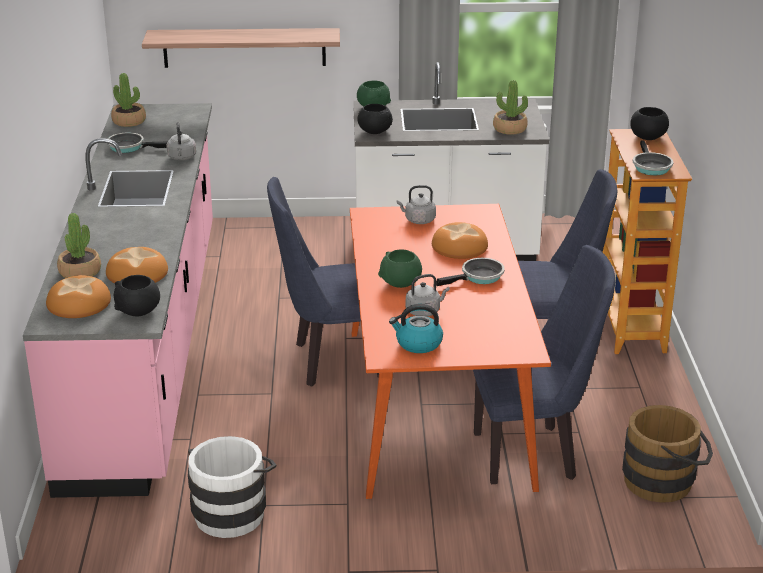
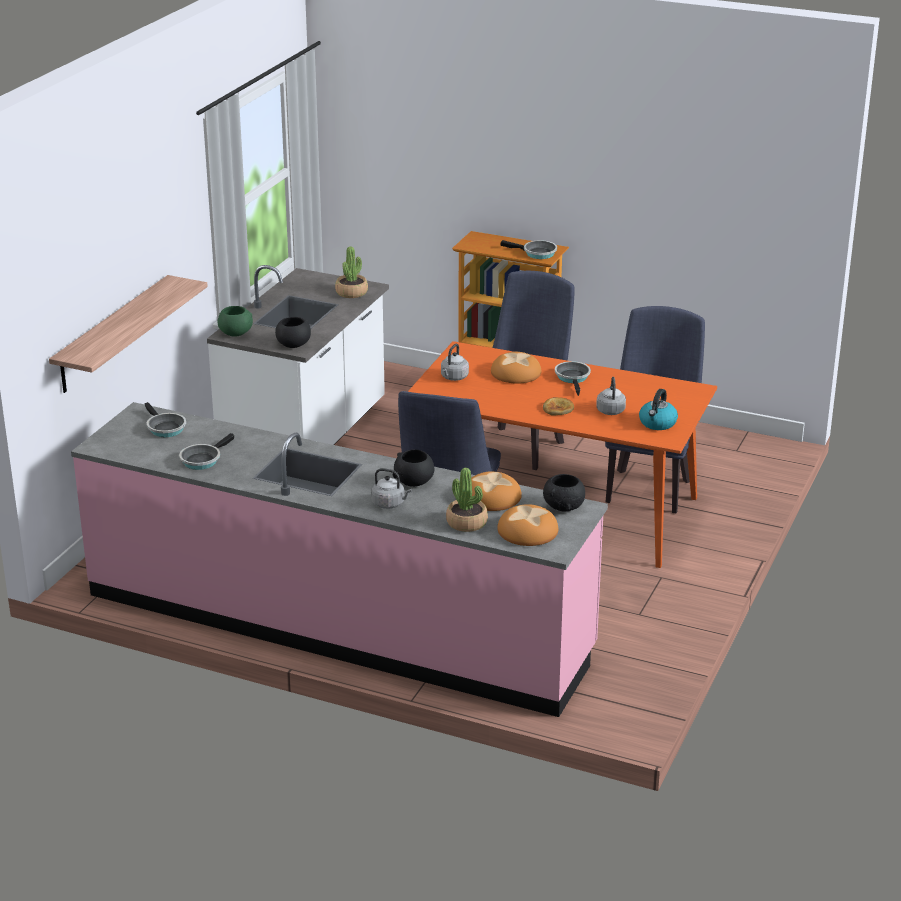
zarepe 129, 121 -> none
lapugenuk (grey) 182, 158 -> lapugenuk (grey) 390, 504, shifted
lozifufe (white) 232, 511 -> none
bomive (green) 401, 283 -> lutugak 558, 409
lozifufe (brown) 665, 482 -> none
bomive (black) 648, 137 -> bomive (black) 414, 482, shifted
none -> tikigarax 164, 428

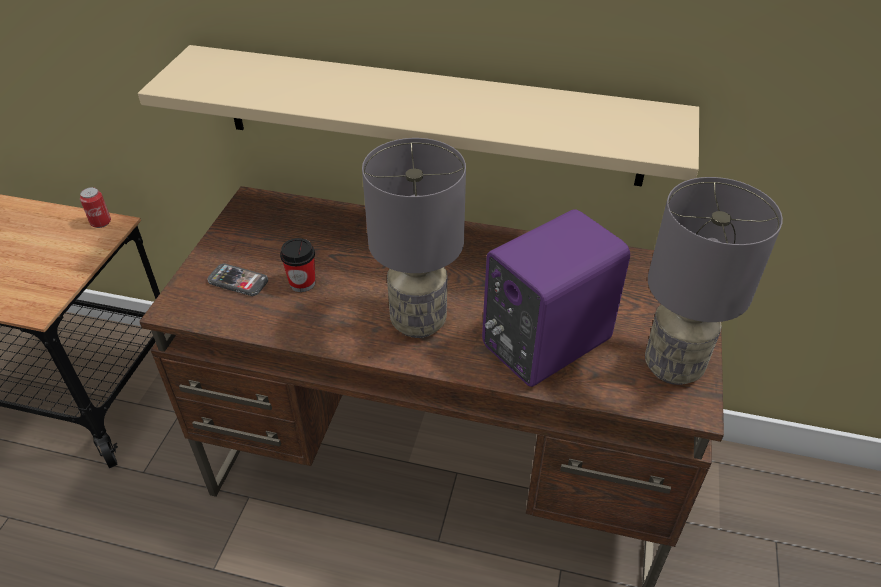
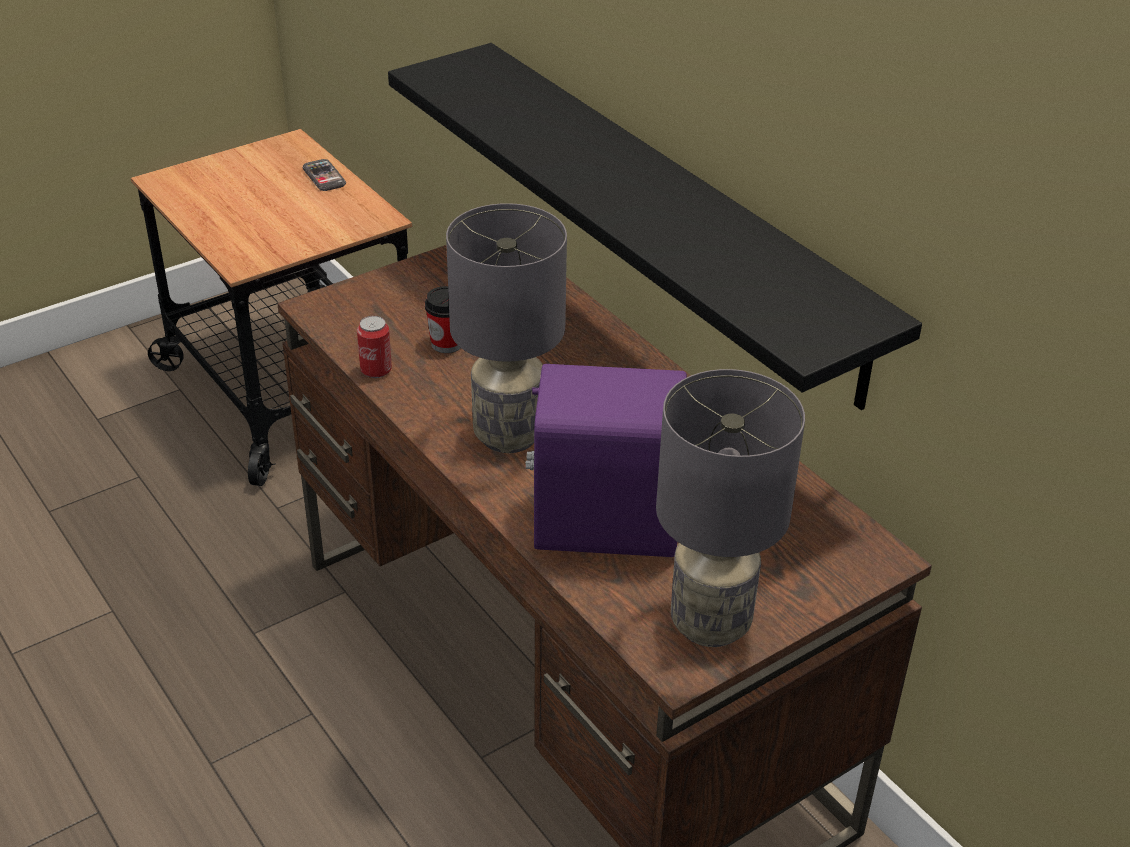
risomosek 101, 222 -> risomosek 376, 370, shifted
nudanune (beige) 429, 115 -> nudanune (black) 672, 215
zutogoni 238, 281 -> zutogoni 324, 177, shifted

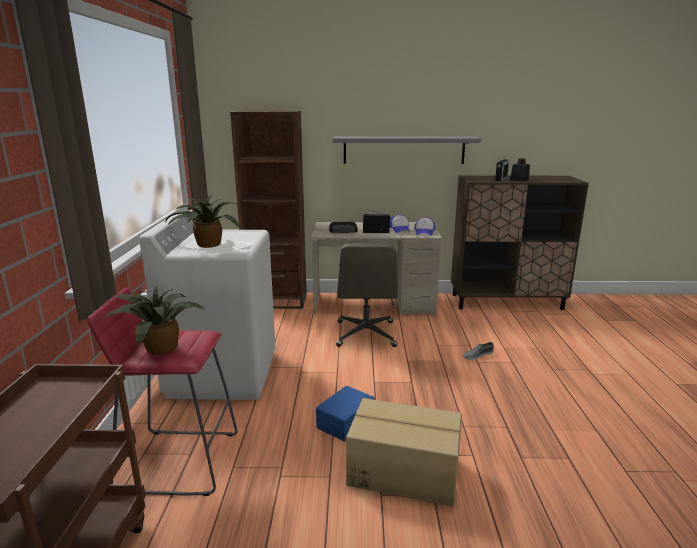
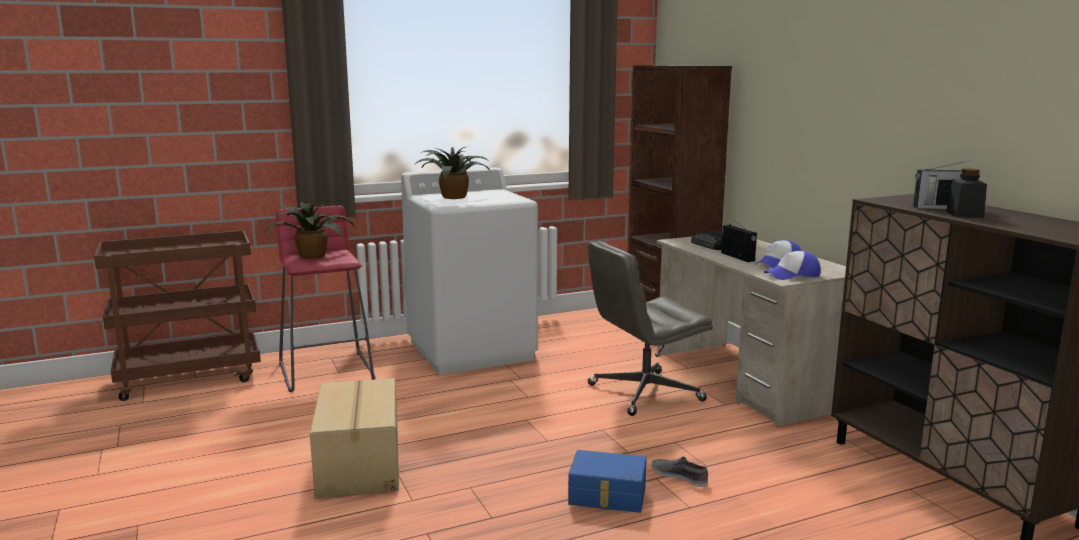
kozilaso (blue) 347, 422 -> kozilaso (blue) 607, 496, shifted
nudanune (grey) 404, 150 -> none

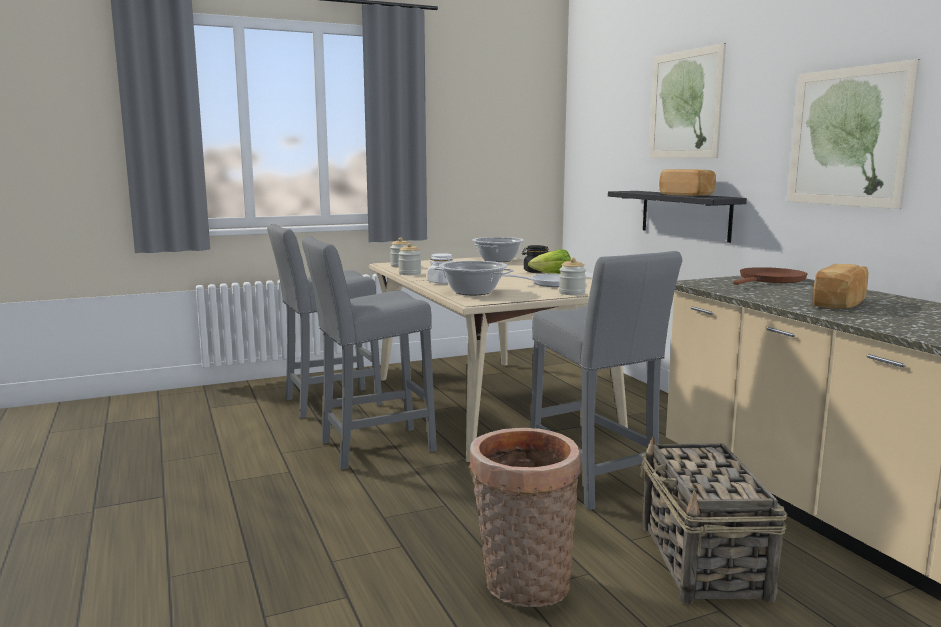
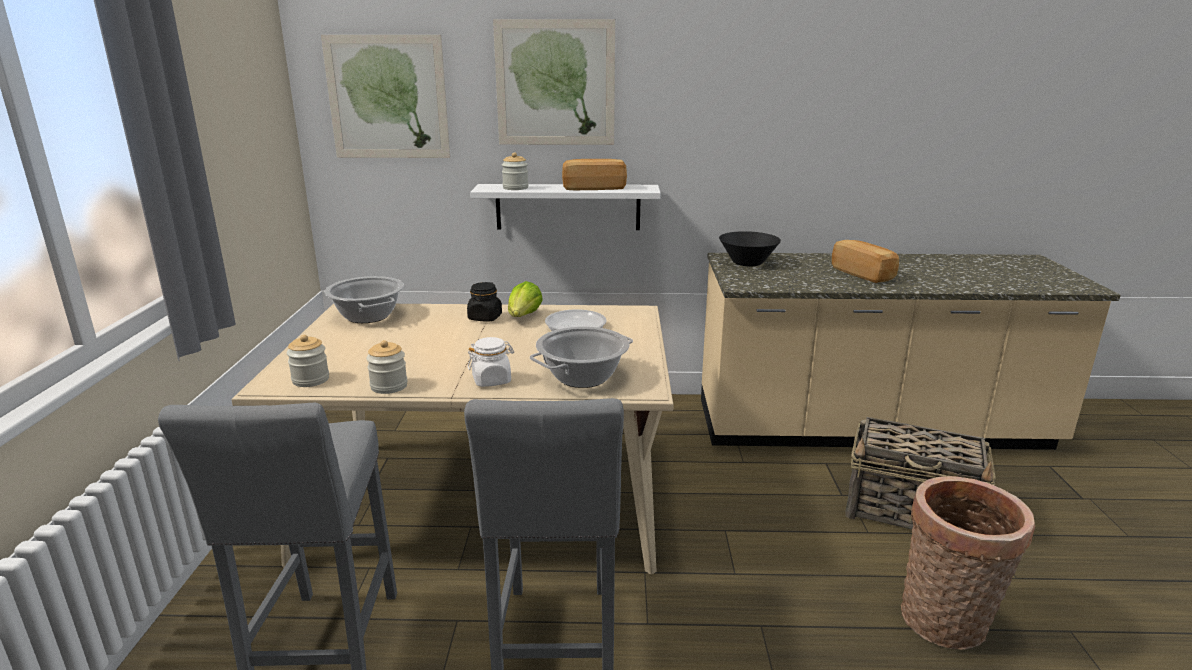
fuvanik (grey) 594, 482 -> none
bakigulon 572, 293 -> bakigulon 515, 188, shifted
nudanune (black) 685, 215 -> nudanune (white) 568, 207
tikigarax (brown) 770, 280 -> bomive (black) 747, 263
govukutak 848, 137 -> govukutak 387, 97, shifted

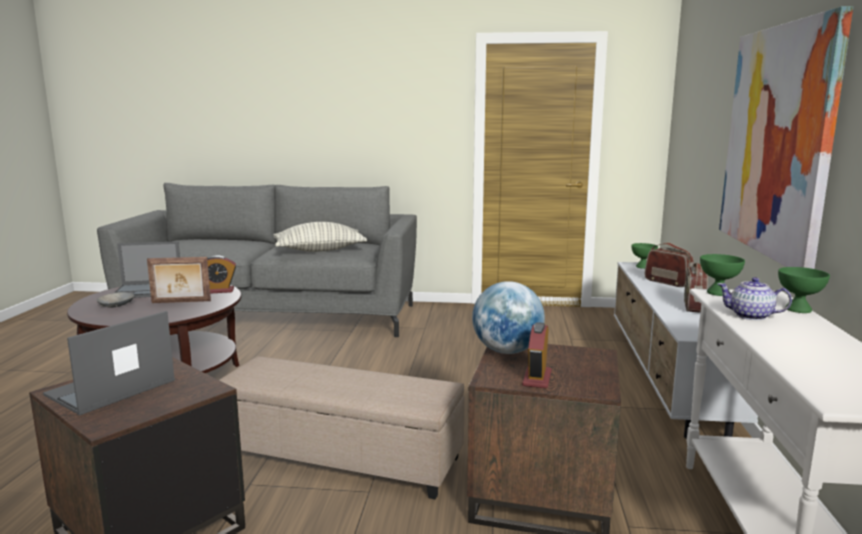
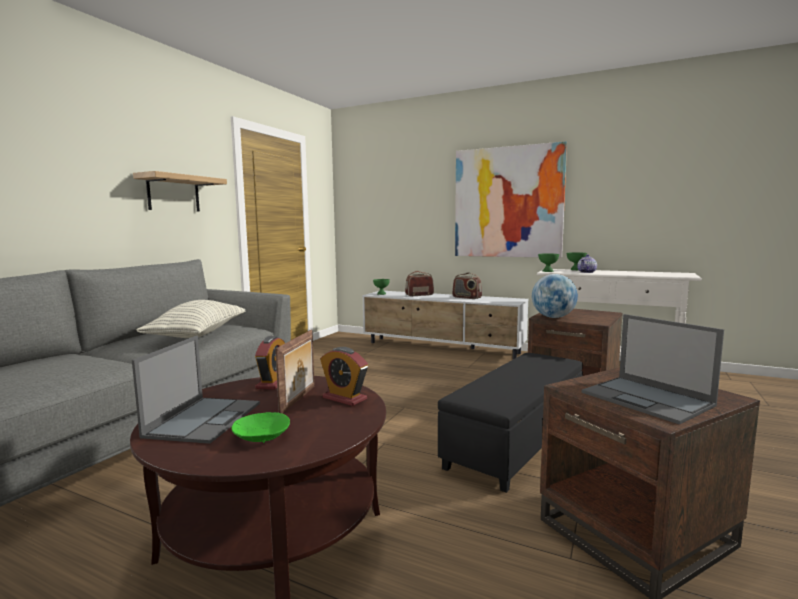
bomive (grey) 116, 305 -> bomive (green) 261, 437
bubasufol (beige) 340, 458 -> bubasufol (black) 518, 441
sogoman 537, 378 -> sogoman 344, 398, shifted
none -> nudanune 173, 193

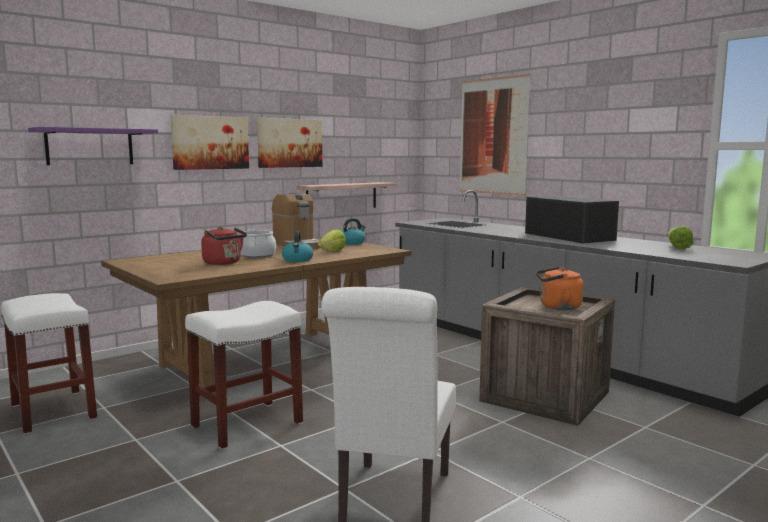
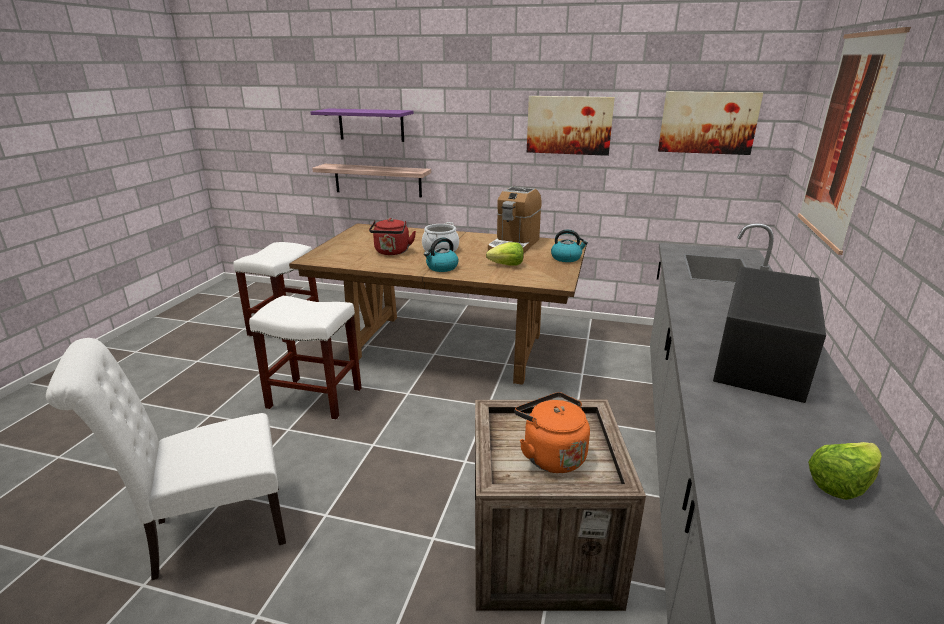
govukutak 210, 142 -> govukutak 707, 122, shifted
nudanune 342, 196 -> nudanune 377, 180, shifted

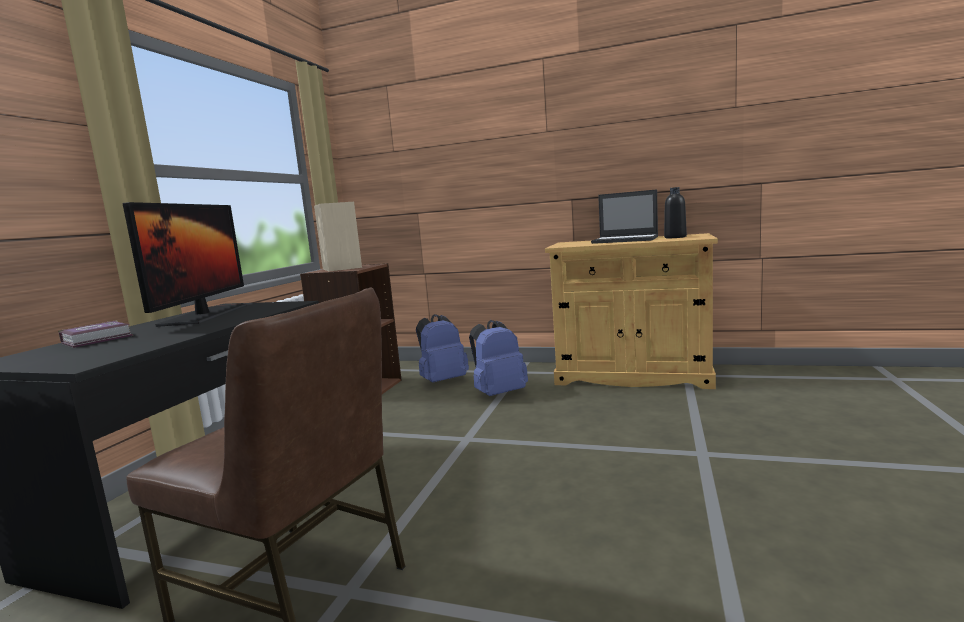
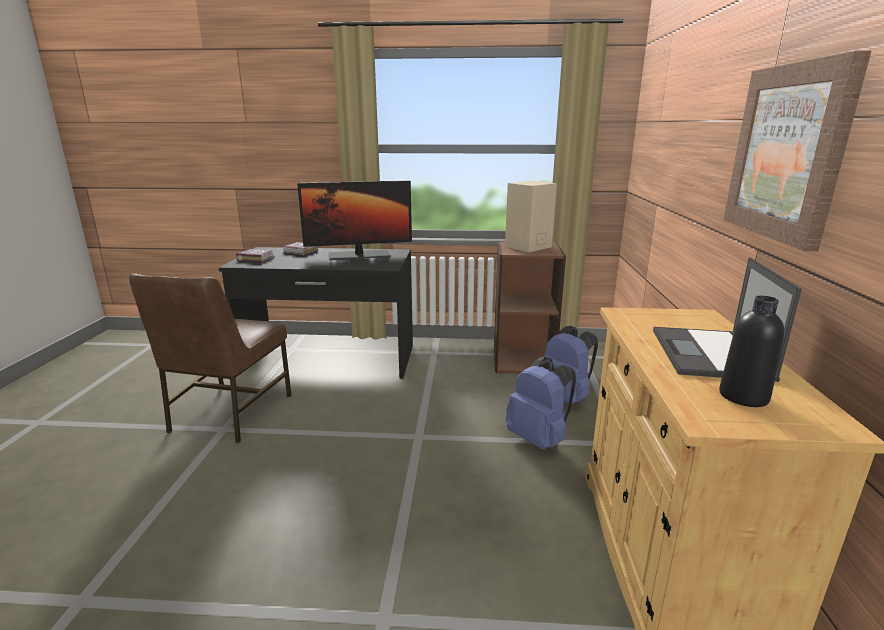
none -> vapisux 255, 258
none -> govukutak 788, 152

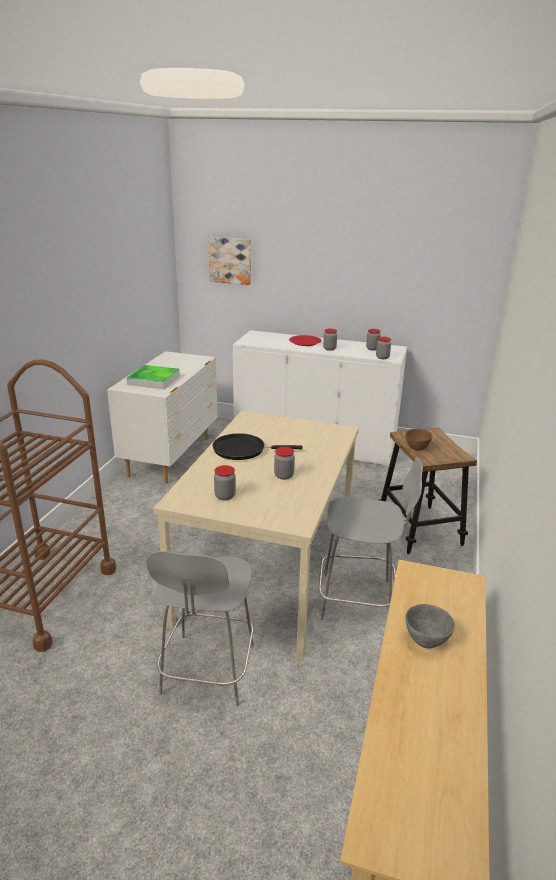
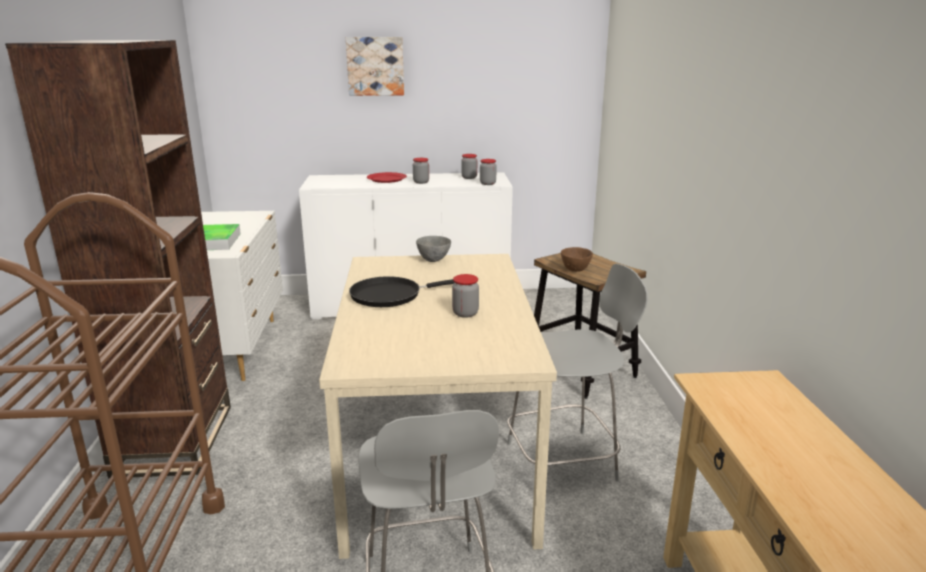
govukutak 230, 260 -> govukutak 375, 66, shifted
bakigulon 225, 496 -> none
bomive (grey) 426, 640 -> bomive (grey) 433, 260, shifted
none -> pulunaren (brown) 175, 439

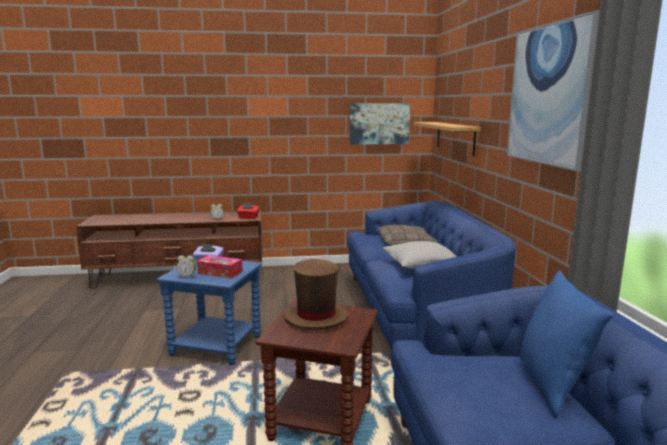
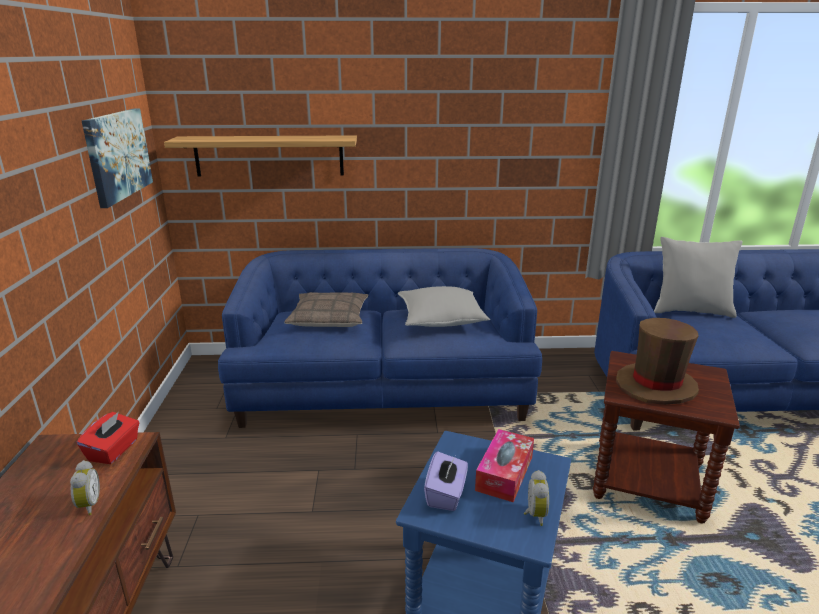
govukutak 549, 95 -> none
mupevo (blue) 552, 384 -> mupevo (grey) 690, 311

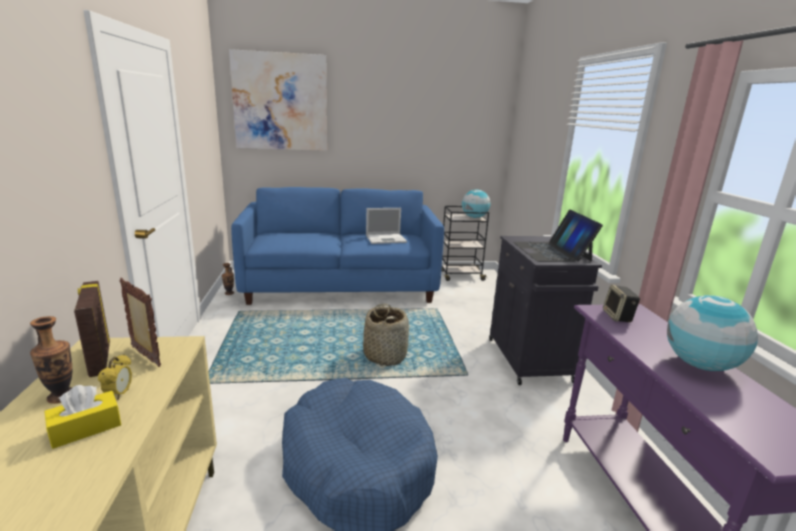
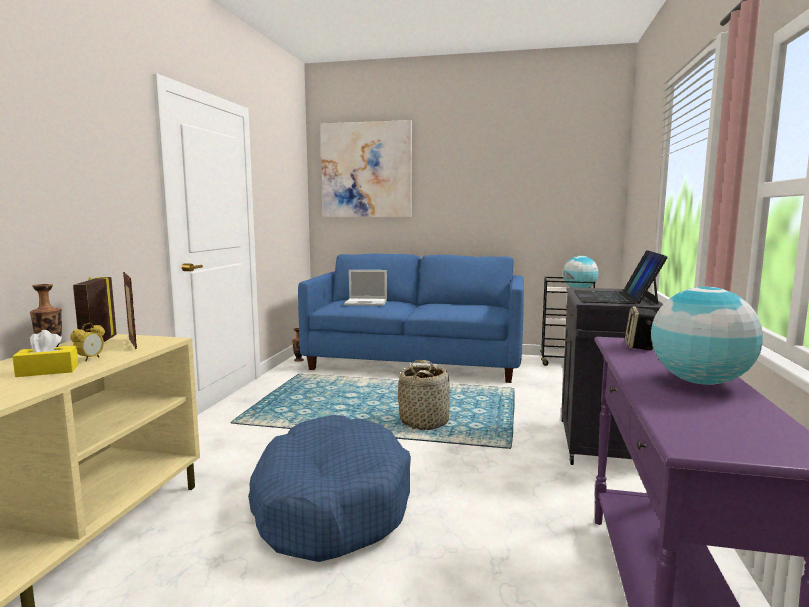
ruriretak 387, 239 -> ruriretak 367, 302, shifted

